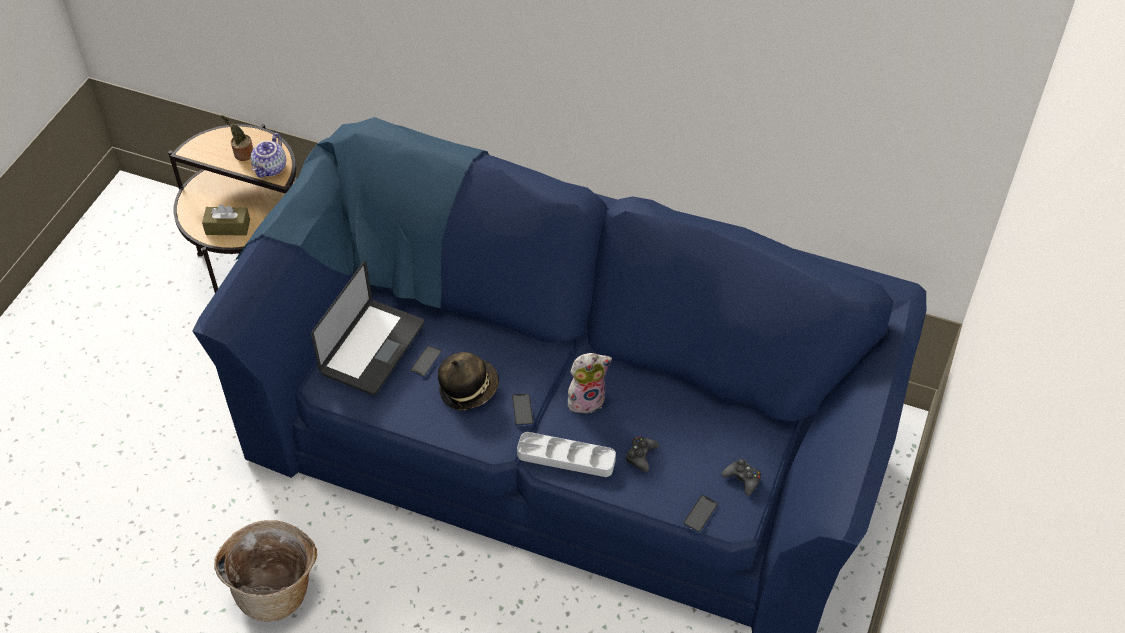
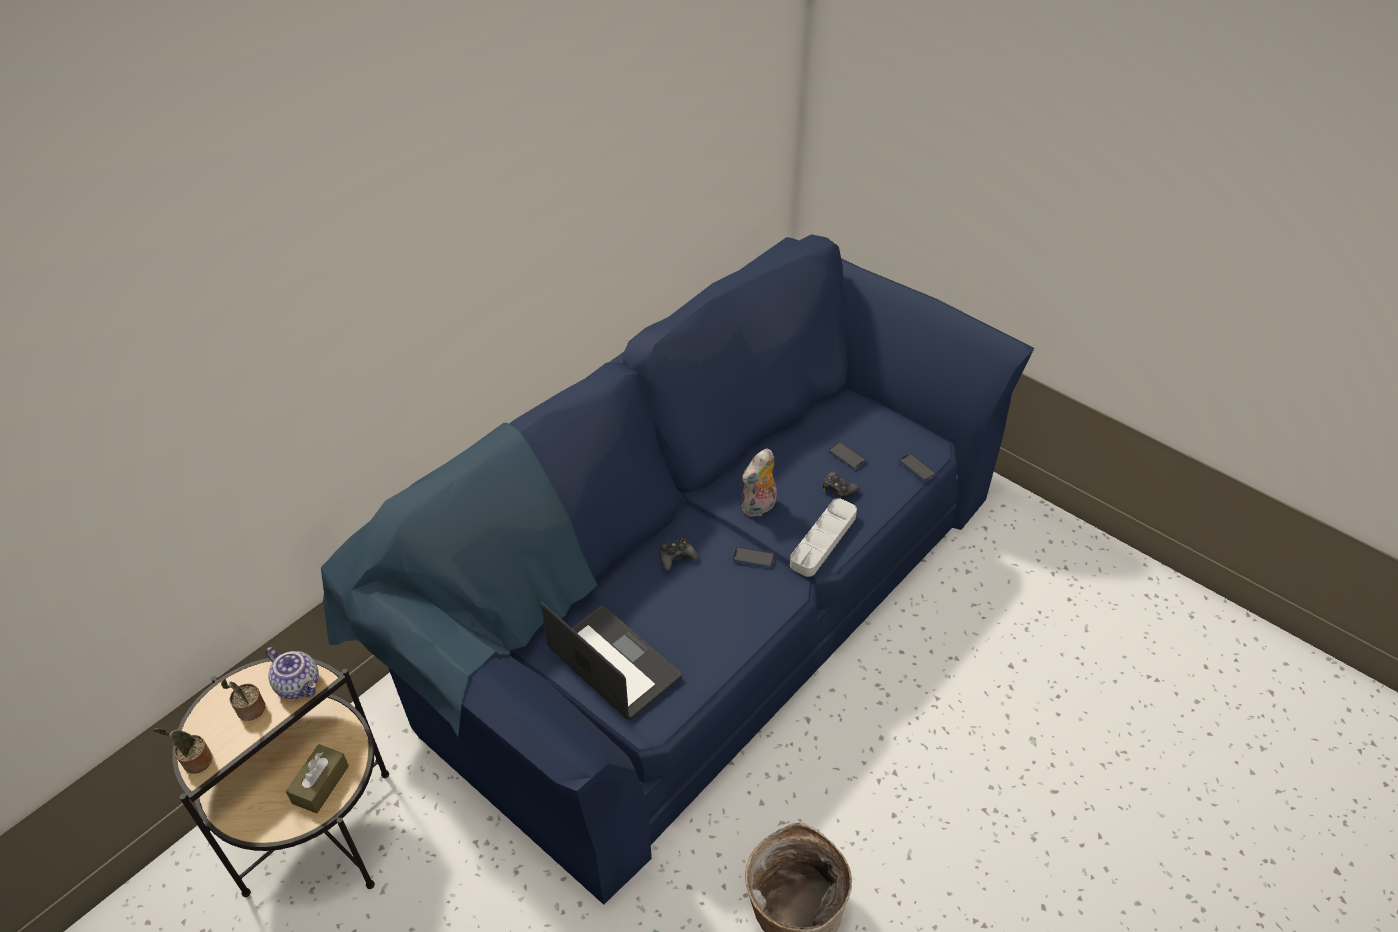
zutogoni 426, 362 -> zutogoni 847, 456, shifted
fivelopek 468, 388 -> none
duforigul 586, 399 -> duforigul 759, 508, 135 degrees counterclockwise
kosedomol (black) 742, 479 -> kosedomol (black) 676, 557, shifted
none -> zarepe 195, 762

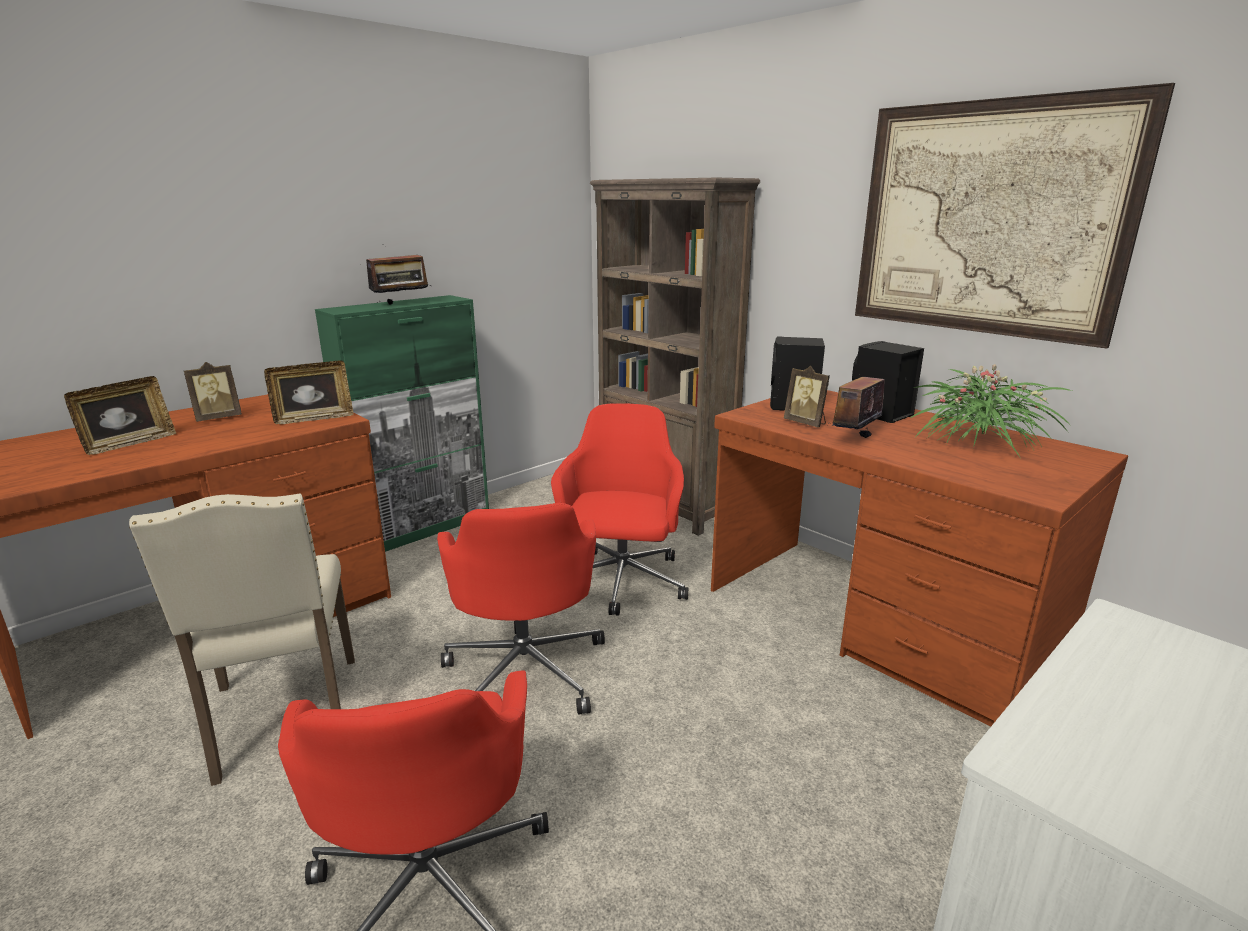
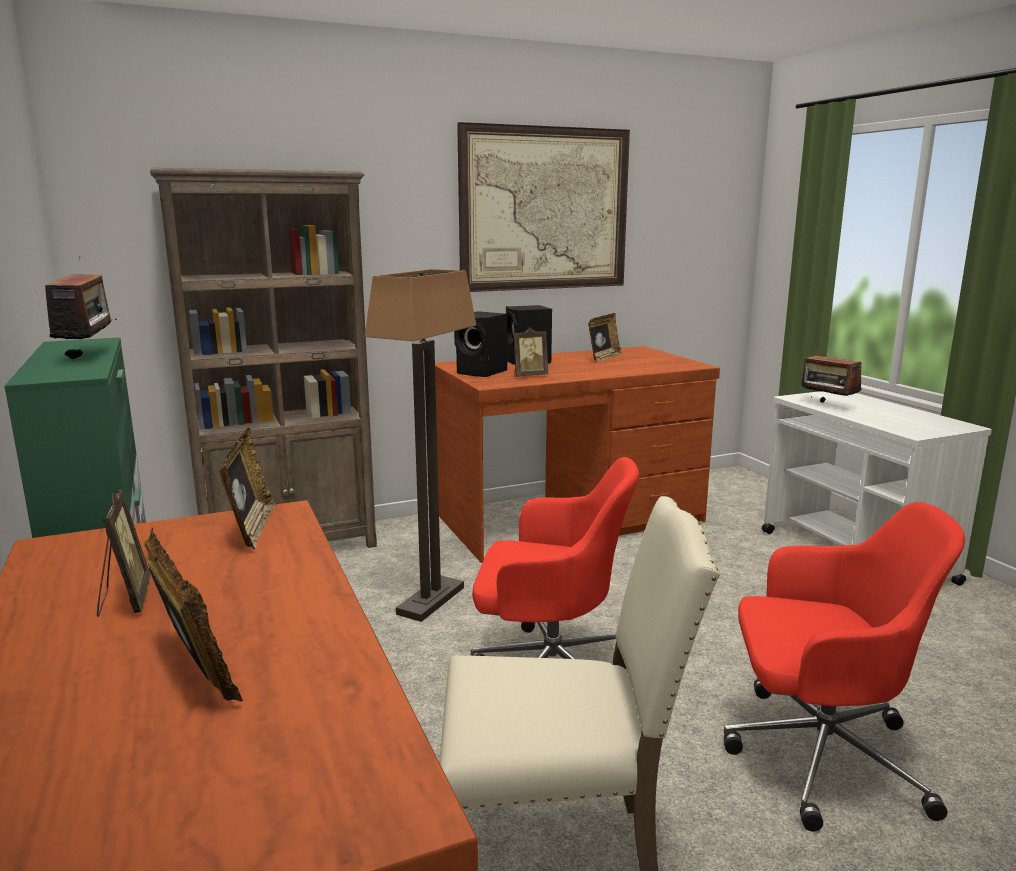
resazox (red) 620, 583 -> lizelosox 431, 600
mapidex 854, 439 -> mapidex 827, 405, shifted
zarepe 978, 441 -> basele 603, 358

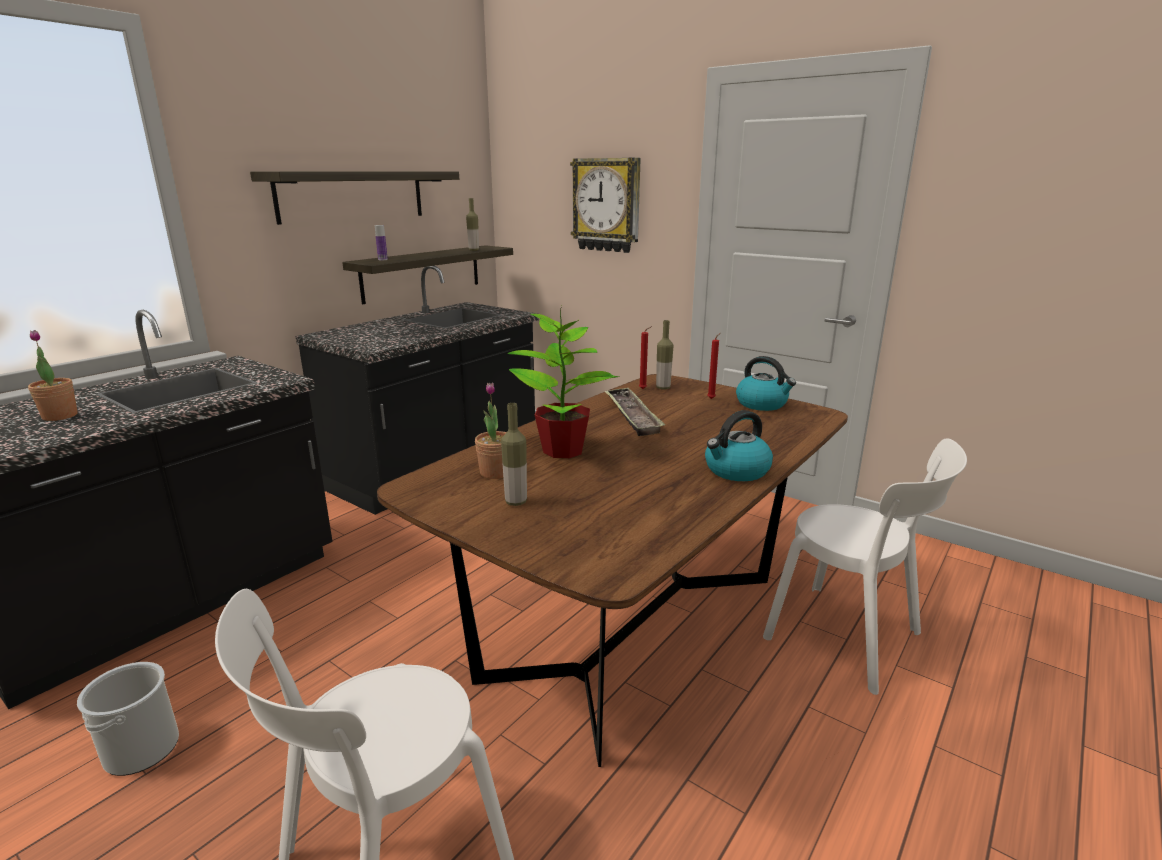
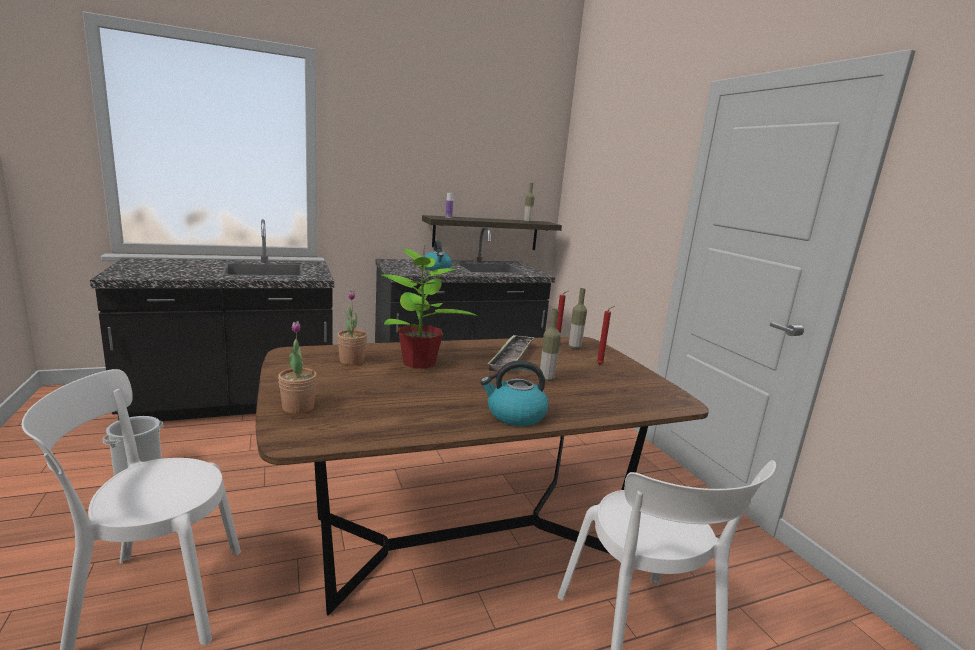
zarepe 60, 416 -> zarepe 298, 407, shifted
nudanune 352, 195 -> none
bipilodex 516, 502 -> bipilodex 546, 379, shifted
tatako 607, 205 -> none
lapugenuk 762, 404 -> lapugenuk 436, 268, shifted

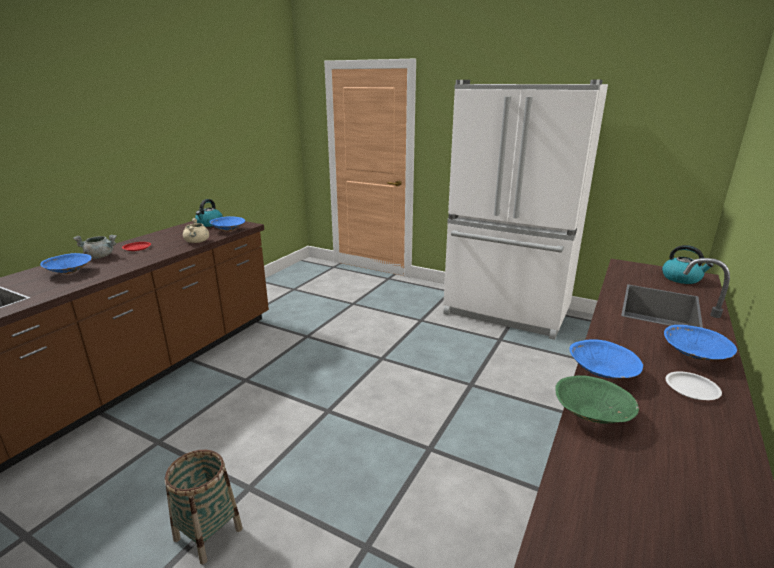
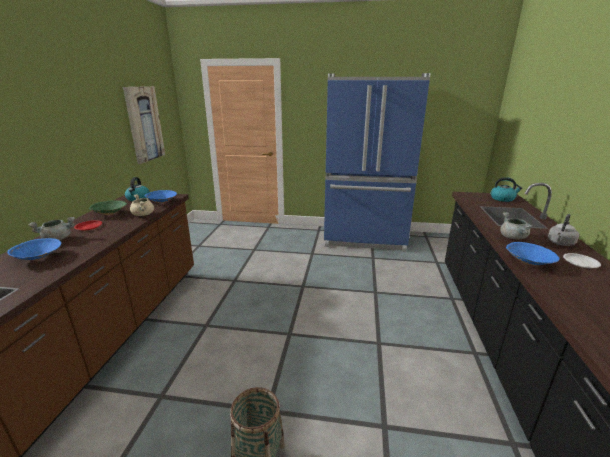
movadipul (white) 506, 313 -> movadipul (blue) 365, 239
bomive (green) 592, 415 -> bomive (green) 110, 213, shifted
bomive (blue) 694, 356 -> lapugenuk (grey) 560, 243
none -> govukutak 144, 124
none -> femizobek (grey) 513, 237

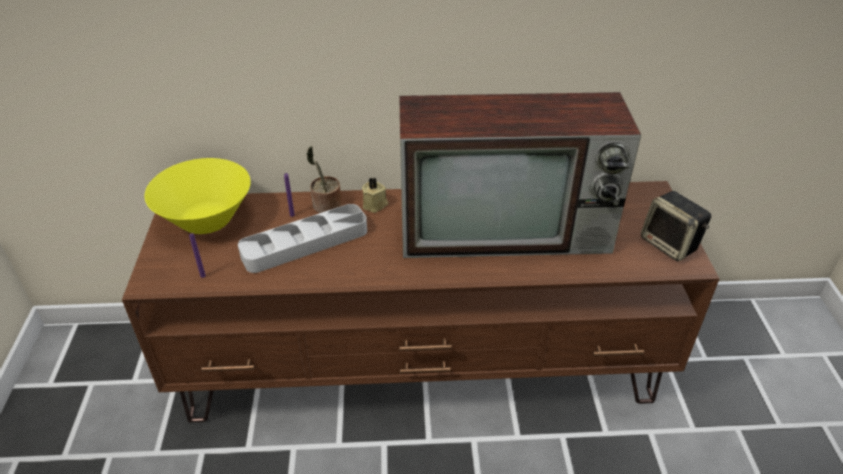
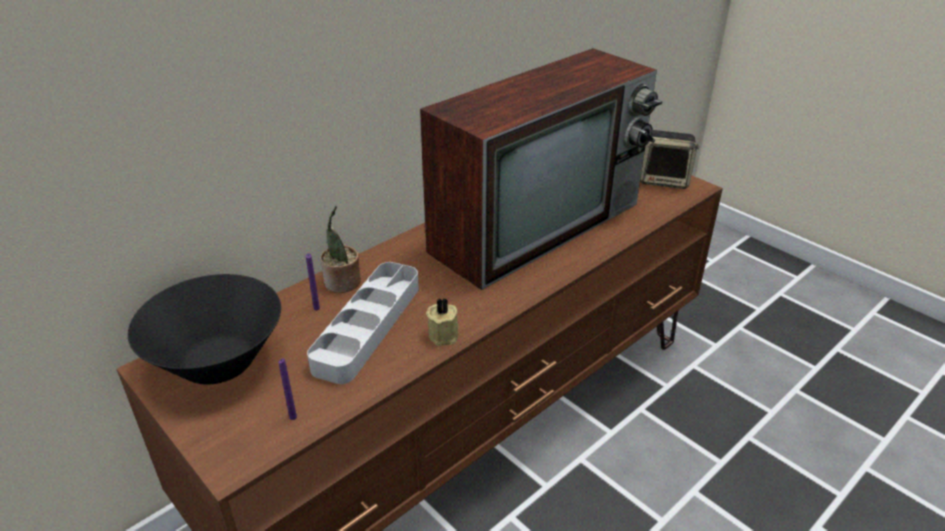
bomive (yellow) 206, 220 -> bomive (black) 218, 363
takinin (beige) 375, 205 -> takinin (beige) 445, 334, shifted

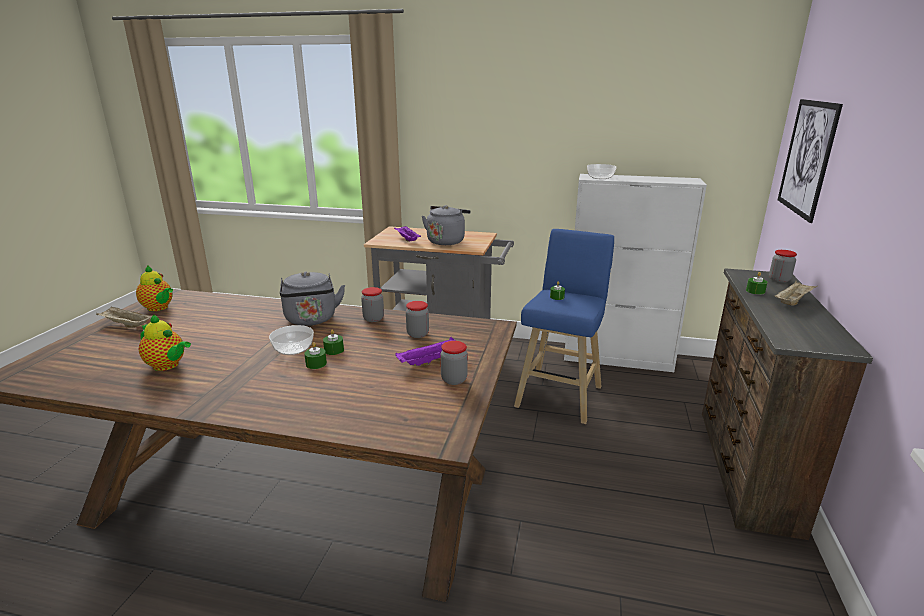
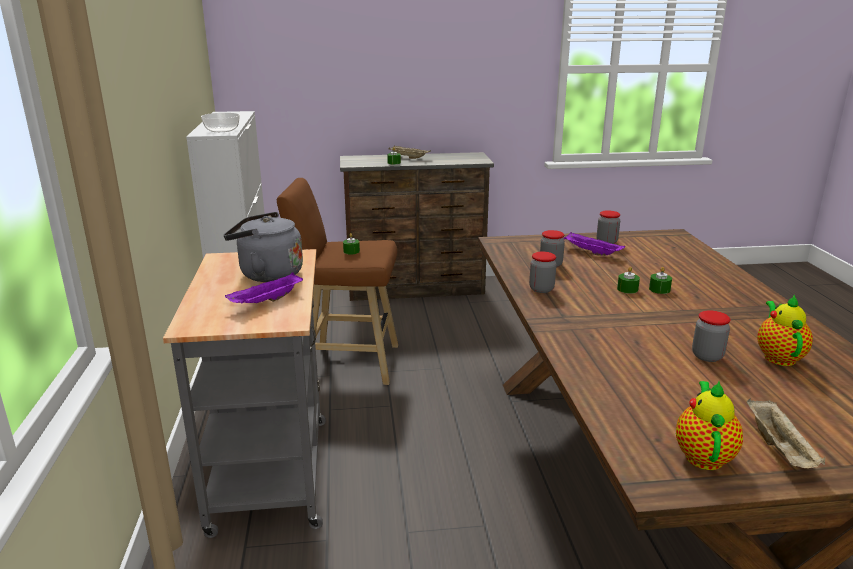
bomive 293, 348 -> none
lapugenuk (grey) 311, 320 -> none
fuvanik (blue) 560, 394 -> fuvanik (brown) 347, 362
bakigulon 779, 280 -> bakigulon 707, 356, shifted
govukutak 807, 158 -> none

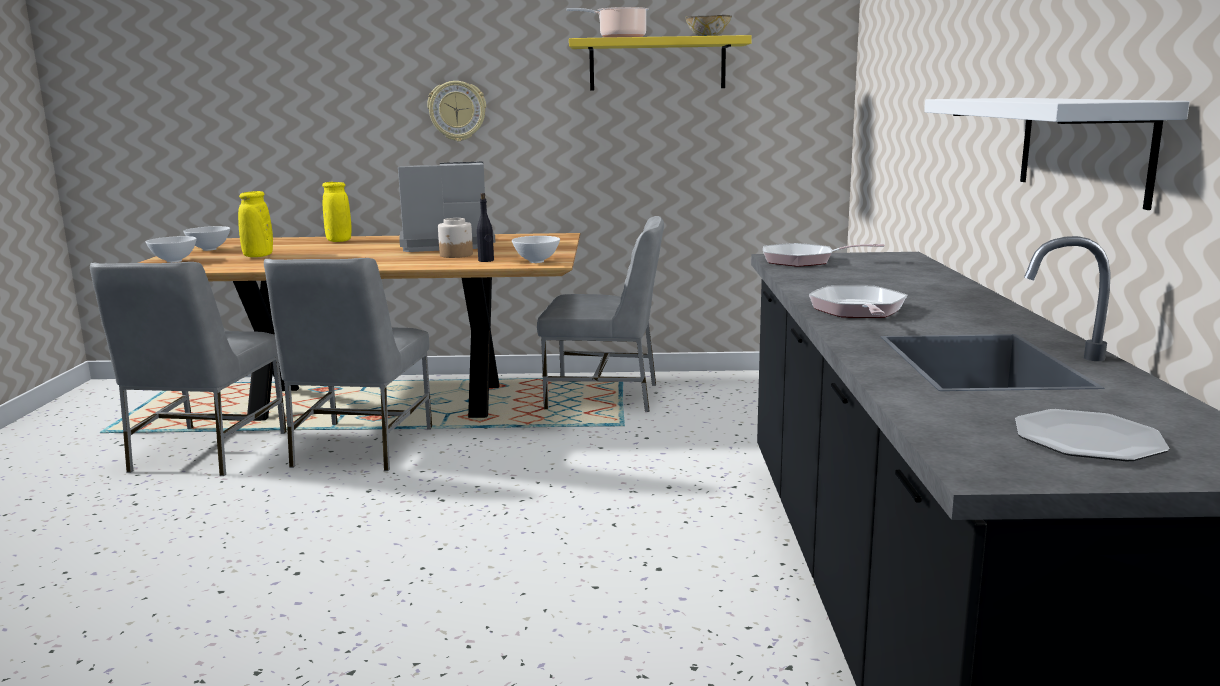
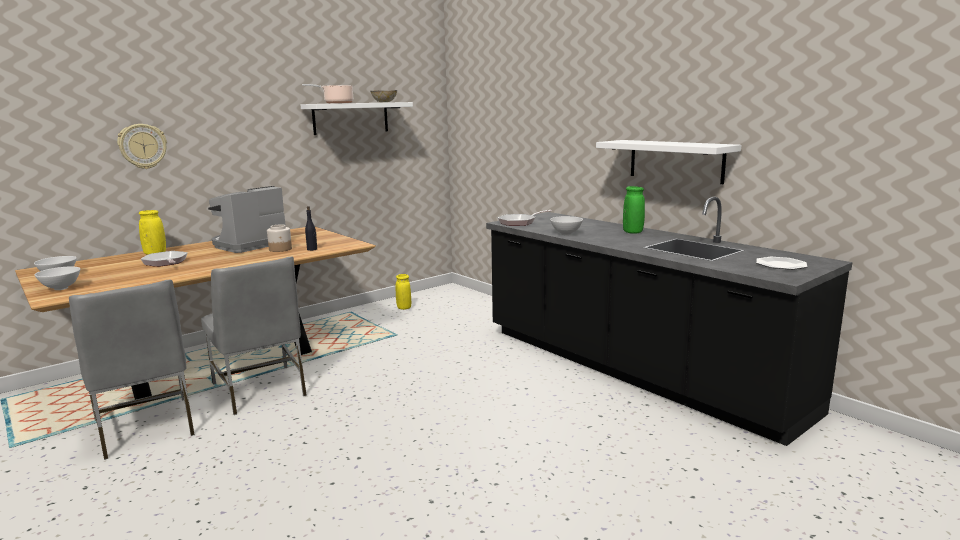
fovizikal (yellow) 258, 256 -> fovizikal (yellow) 404, 308, shifted
tatako 457, 111 -> tatako 142, 146, shifted
bomive (white) 536, 261 -> bomive (white) 565, 234, shifted
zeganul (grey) 604, 396 -> none
nudanune (yellow) 657, 64 -> nudanune (white) 351, 118
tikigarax 858, 311 -> tikigarax 166, 263, shifted
none -> fovizikal (green) 632, 232

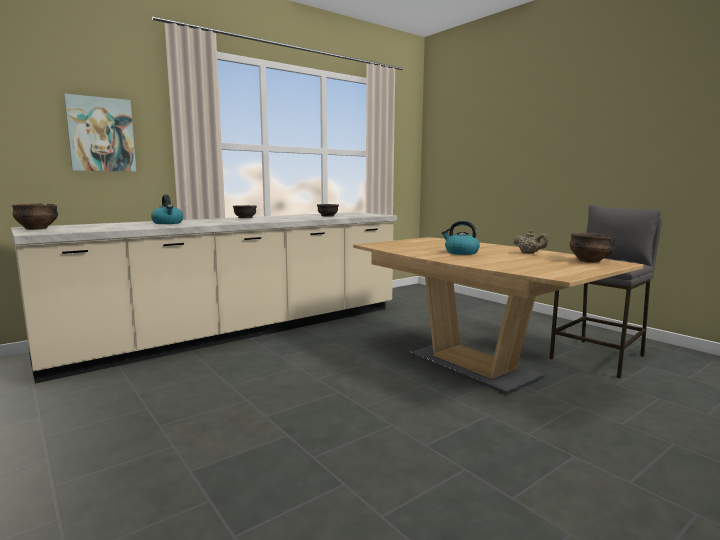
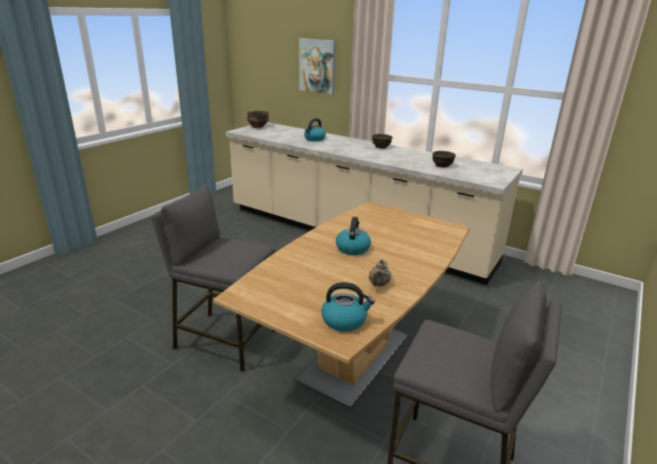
bomive 589, 261 -> lapugenuk 344, 320
none -> fuvanik (grey) 225, 339

